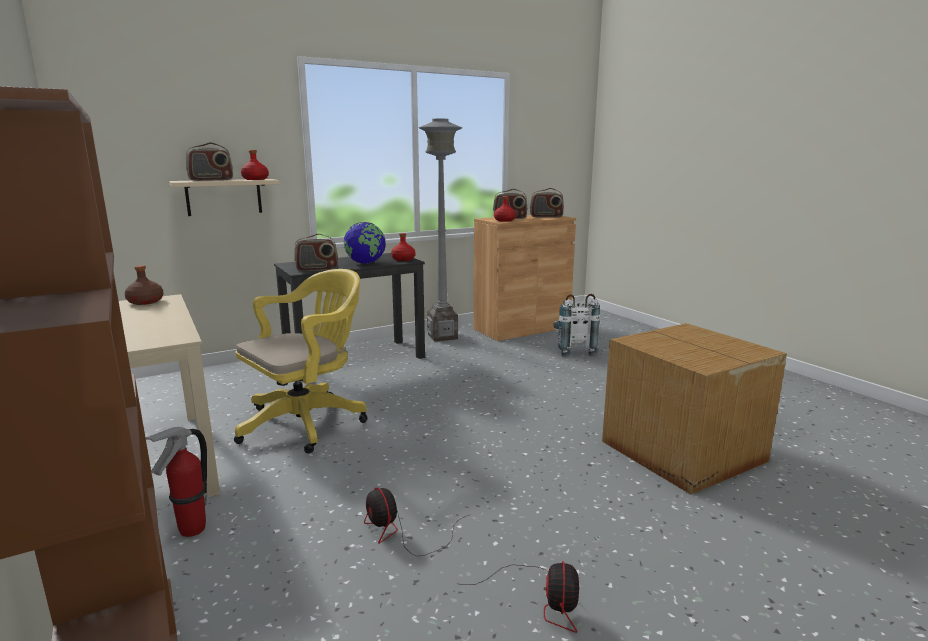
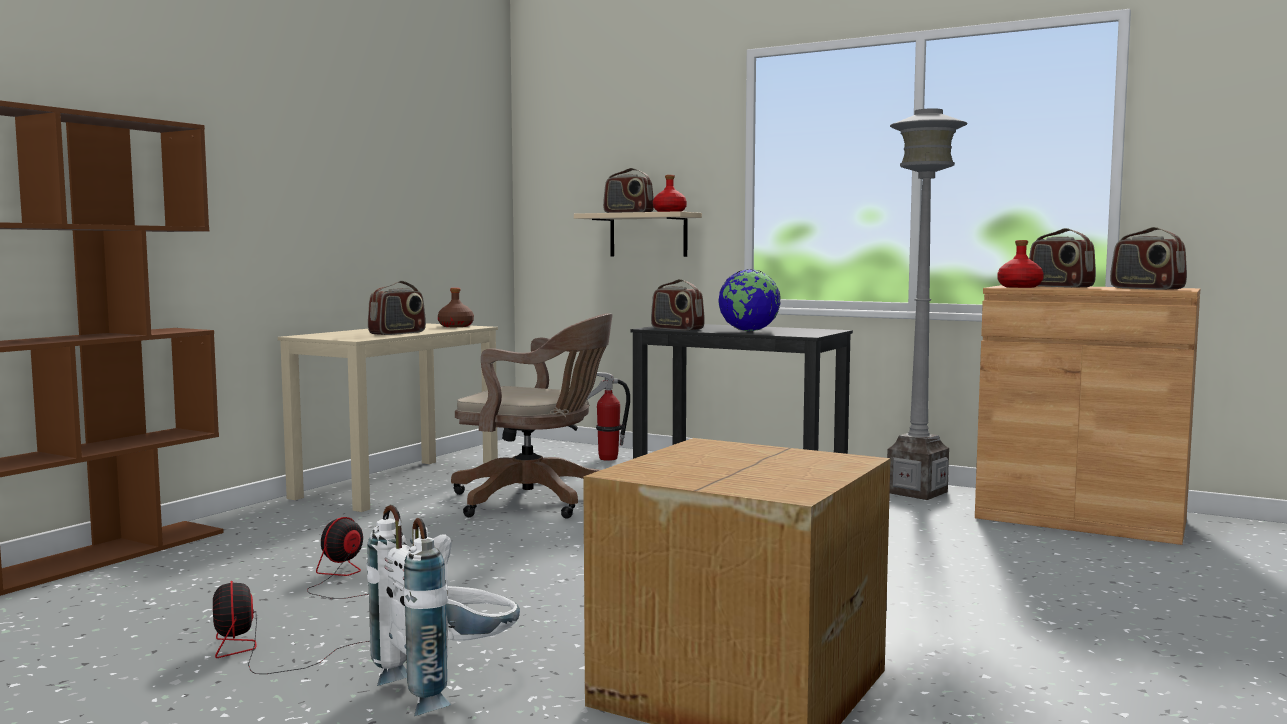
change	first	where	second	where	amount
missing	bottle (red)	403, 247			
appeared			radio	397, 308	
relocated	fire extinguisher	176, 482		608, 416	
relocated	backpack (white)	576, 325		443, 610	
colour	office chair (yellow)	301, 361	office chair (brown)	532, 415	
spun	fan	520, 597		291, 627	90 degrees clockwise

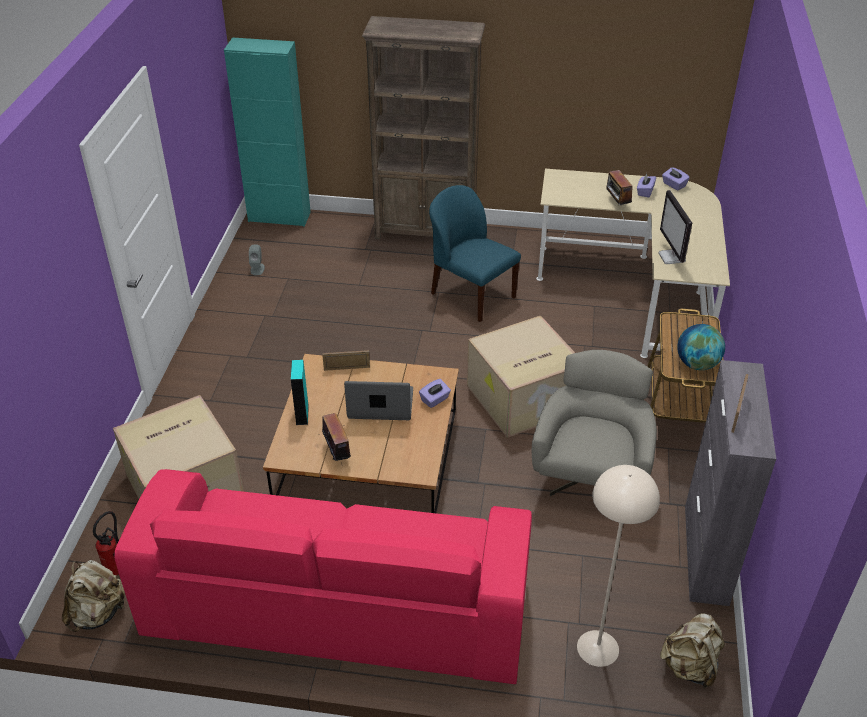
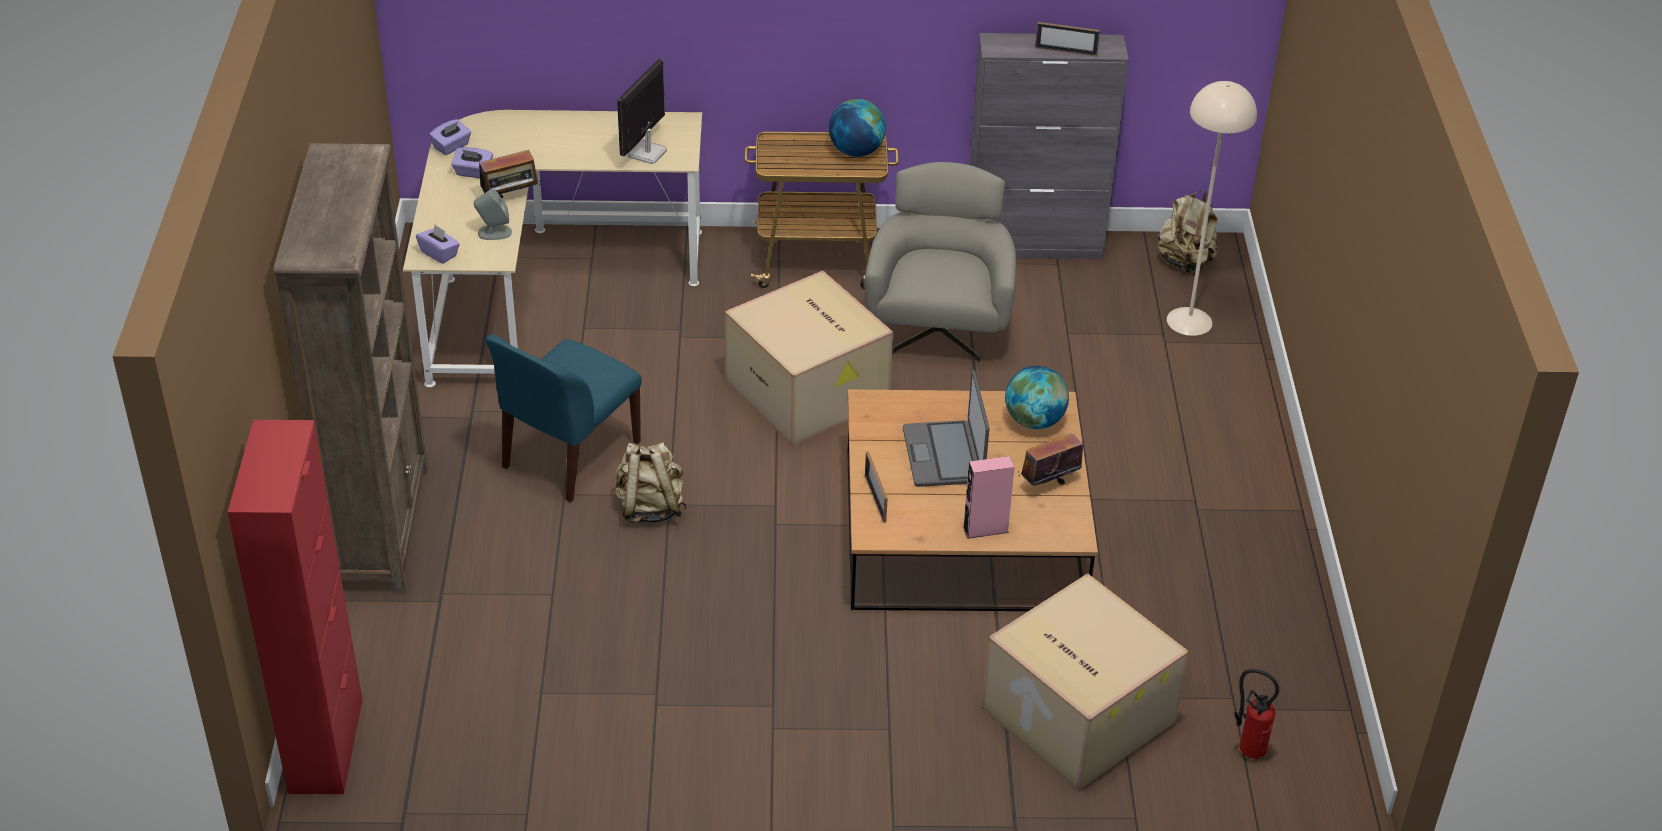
change	first	where	second	where	amount
missing	sofa (pink)	323, 576			
appeared			globe	1037, 397	
relocated	backpack (beige)	93, 596		651, 482	
relocated	speaker (grey)	257, 259		493, 214	
relocated	tissue box (purple)	435, 393		438, 244	
colour	cabinet (turquoise)	267, 132	cabinet (red)	295, 607	
colour	speaker (turquoise)	300, 392	speaker (pink)	989, 497	
spun	armchair (grey)	594, 423		941, 262	90 degrees clockwise
spun	monitor	675, 227		642, 111	135 degrees clockwise

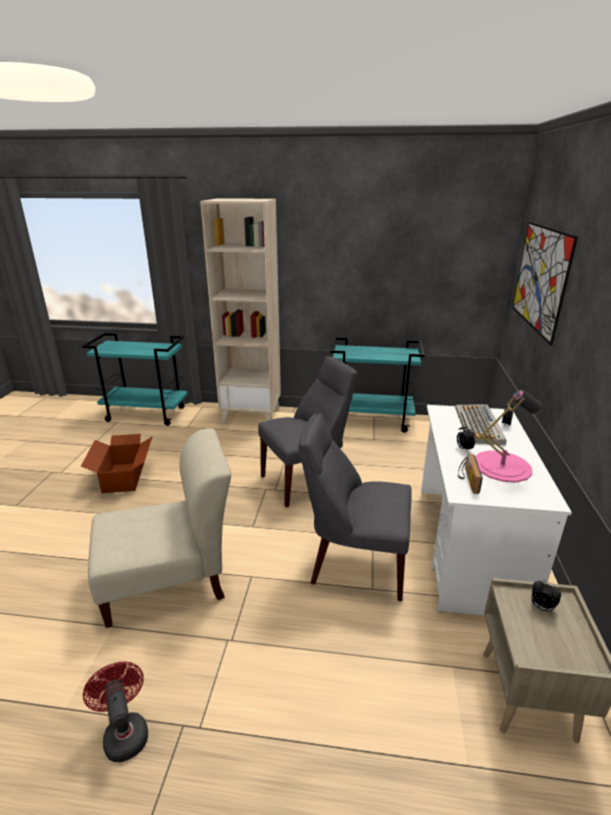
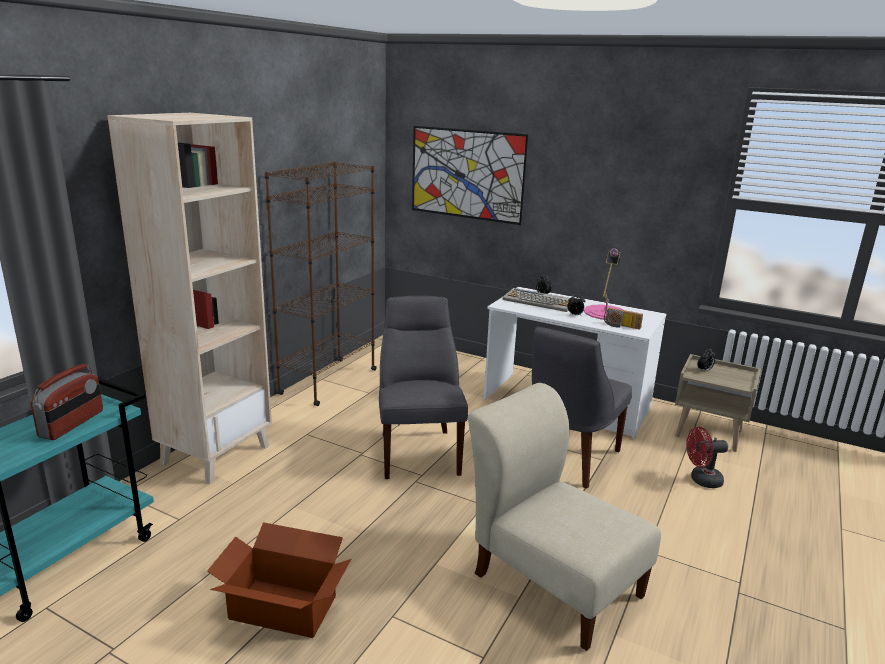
change	first	where	second	where	amount
appeared			radio	67, 402	
relocated	fan (red)	115, 712		707, 457	
exchanged	cart (turquoise)	377, 385	bookcase (brown)	321, 283	
spun	chair (beige)	159, 528		564, 517	45 degrees counterclockwise

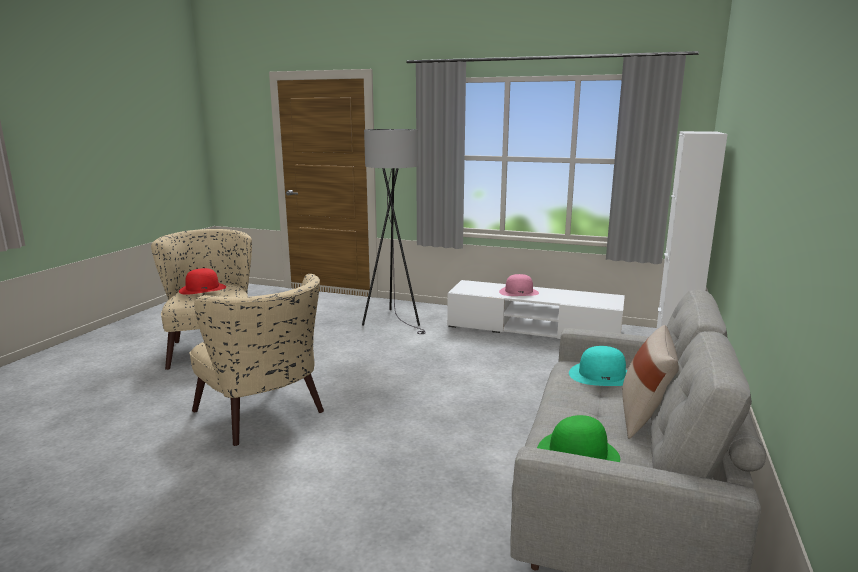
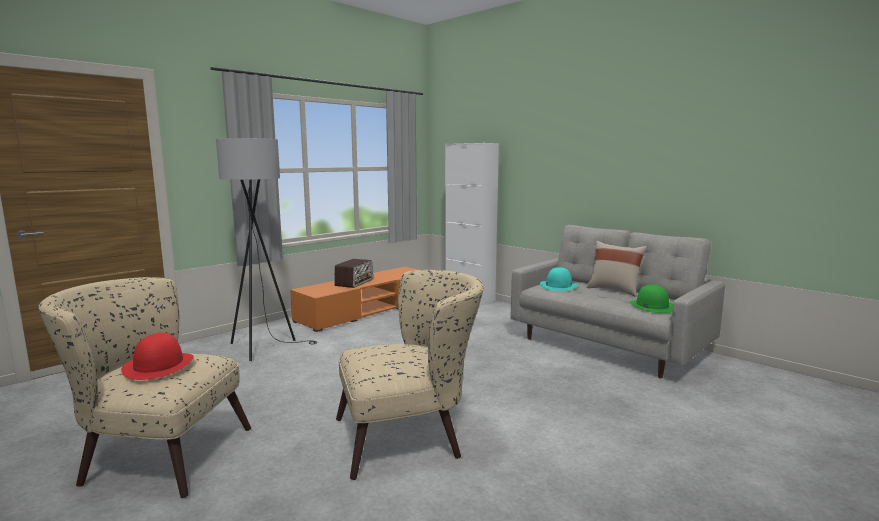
change	first	where	second	where	amount
exchanged	hat (pink)	519, 285	radio	353, 273	
colour	tv stand (white)	536, 309	tv stand (orange)	354, 299	

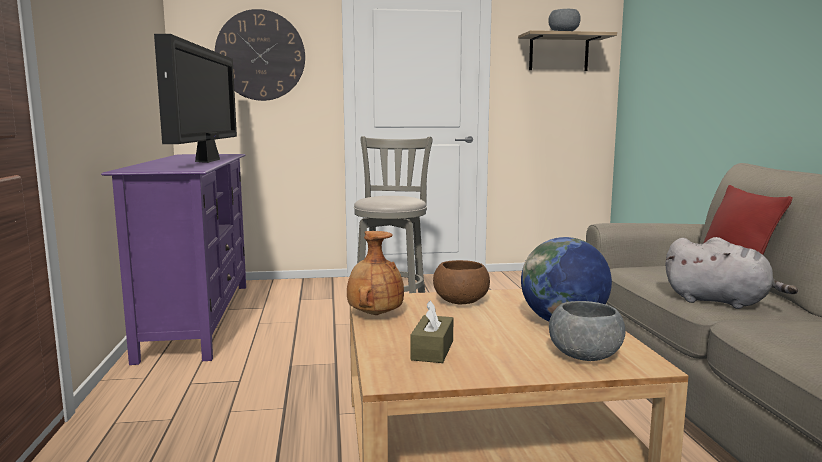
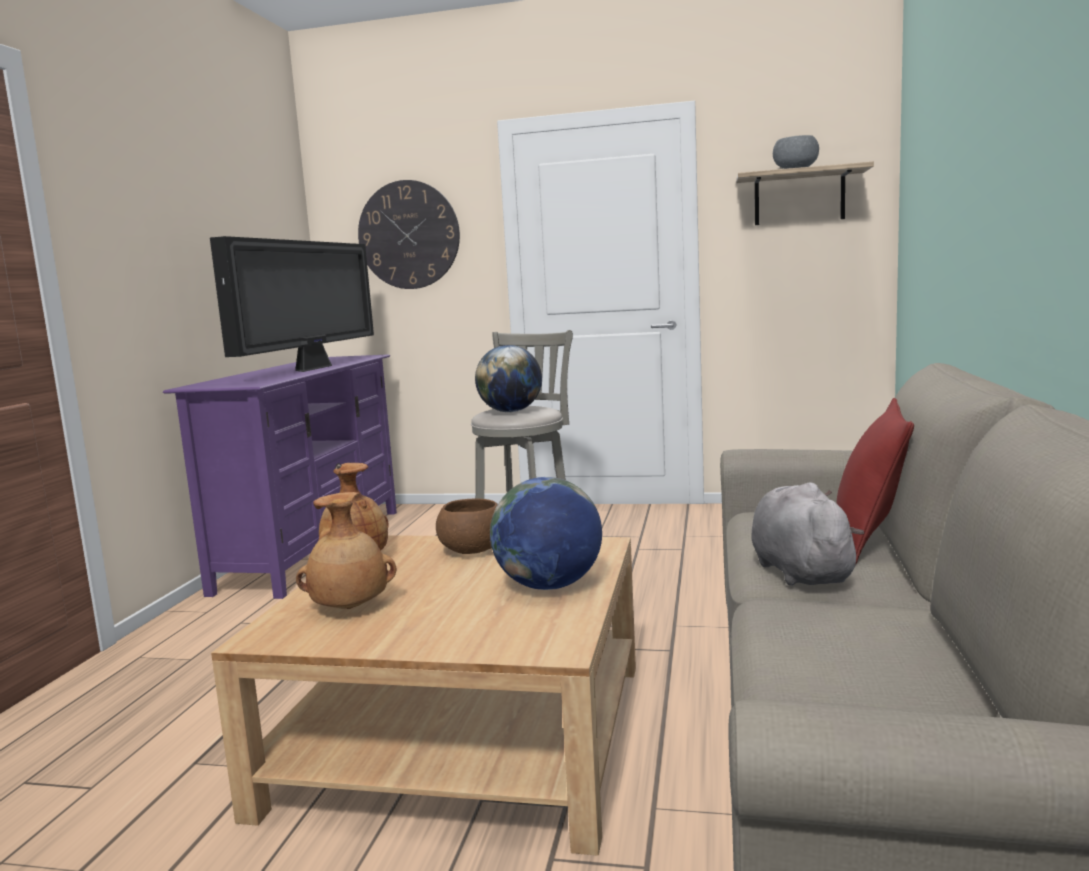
change	first	where	second	where	amount
missing	bowl (grey)	587, 331			
appeared			globe	508, 378	
exchanged	tissue box (brown)	431, 331	vase (brown)	346, 550	
spun	plush toy (grey)	731, 273		807, 534	150 degrees counterclockwise

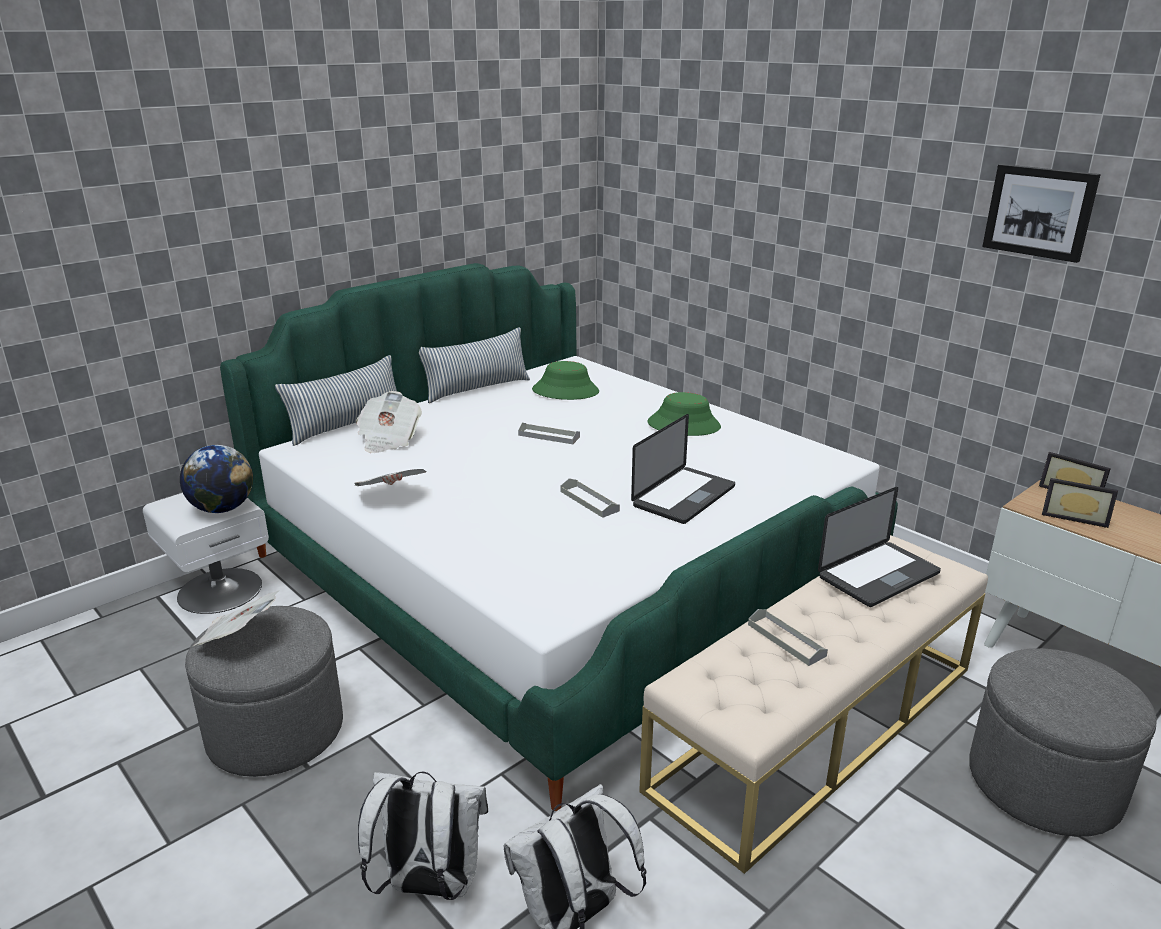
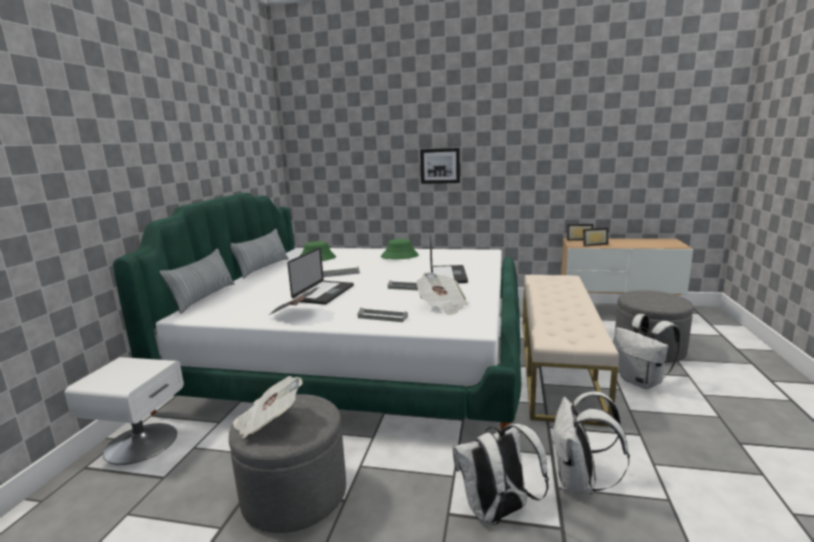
change	first	where	second	where	amount
missing	globe	216, 479			
appeared			backpack (white)	646, 351	
relocated	newspaper	389, 422		442, 293	
relocated	tray (grey)	788, 637		382, 315	
relocated	laptop	879, 547		320, 276	
relocated	picture	1041, 213		440, 166	

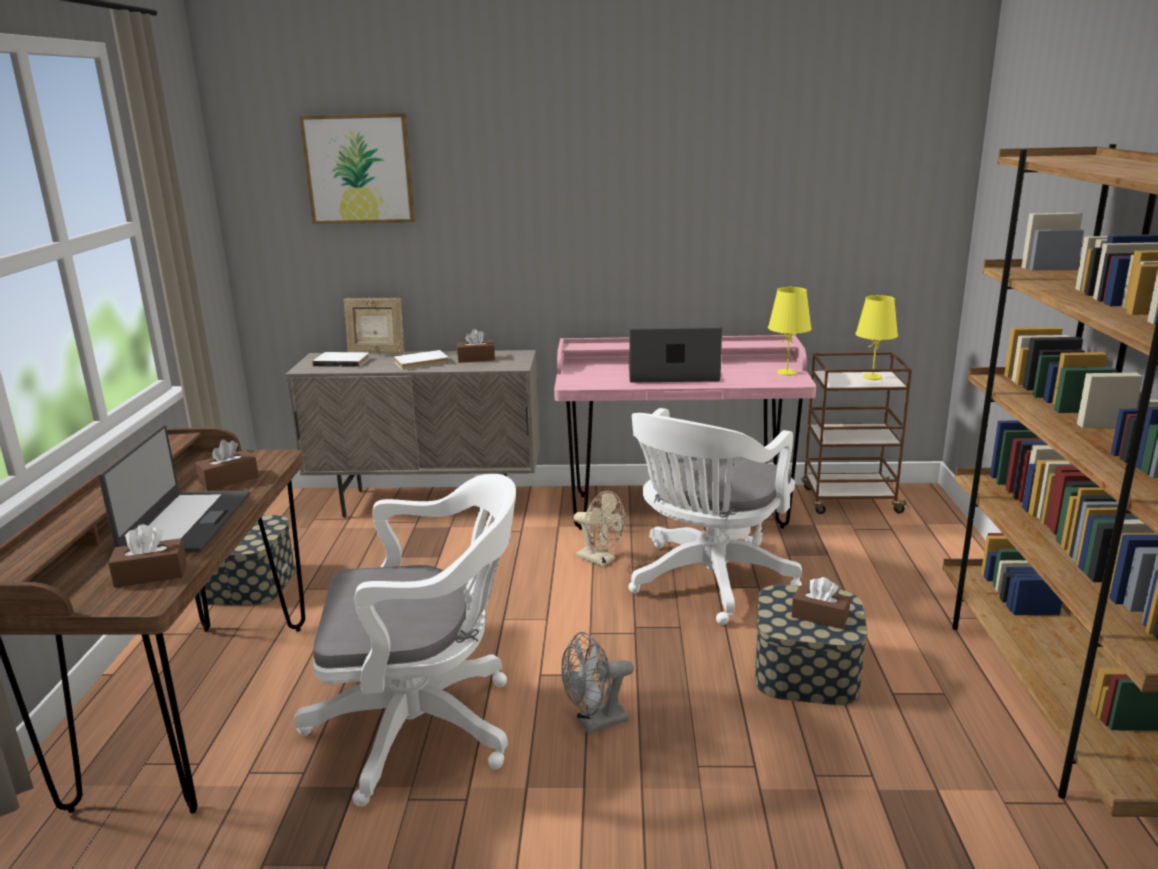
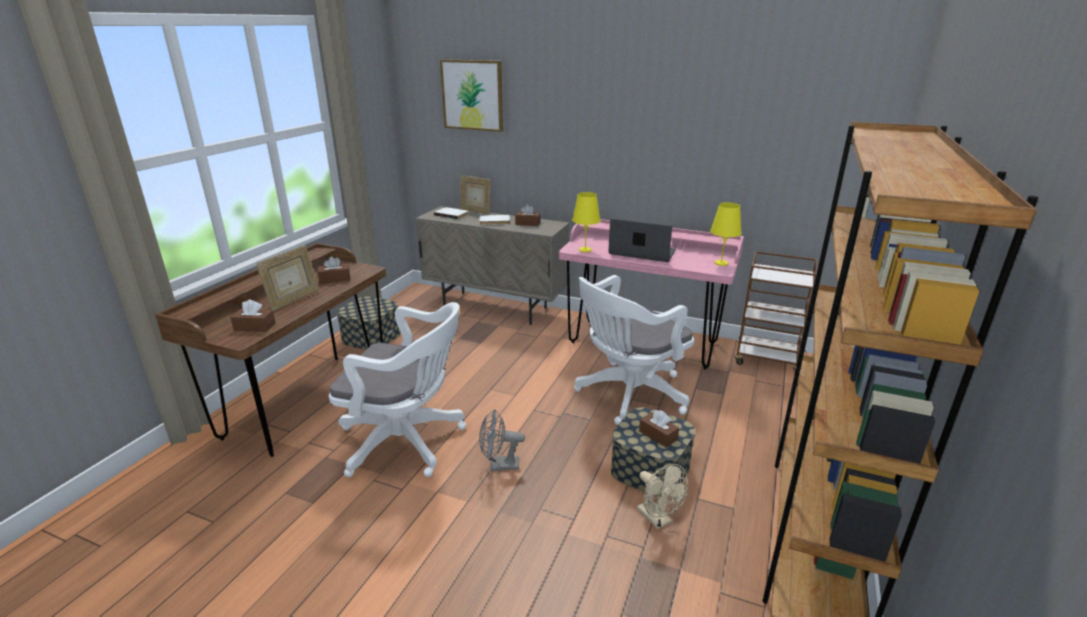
change	first	where	second	where	amount
relocated	fan (beige)	600, 529		662, 497	
relocated	table lamp (yellow)	876, 337		586, 222	
exchanged	laptop	174, 488	picture frame	287, 278	

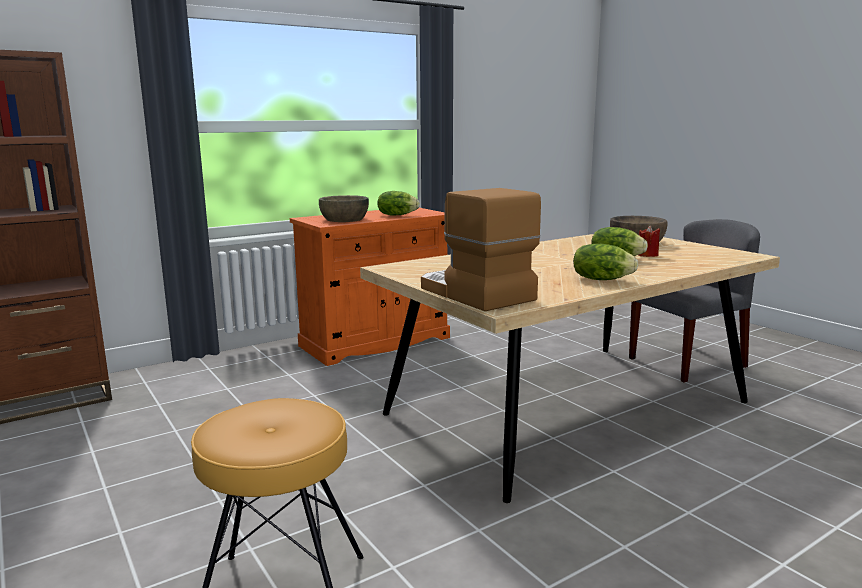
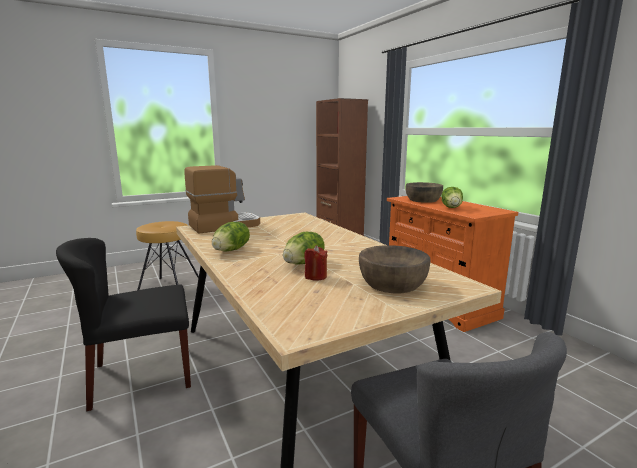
change	first	where	second	where	amount
appeared			chair (black)	123, 324	

